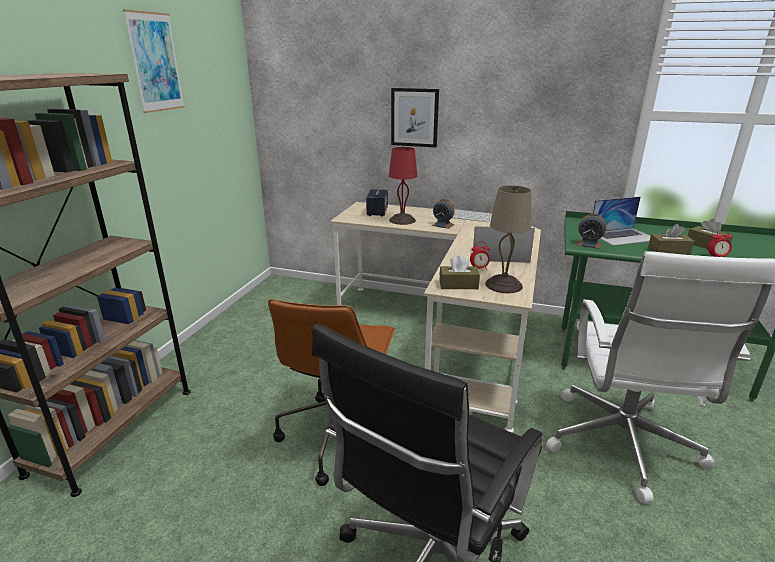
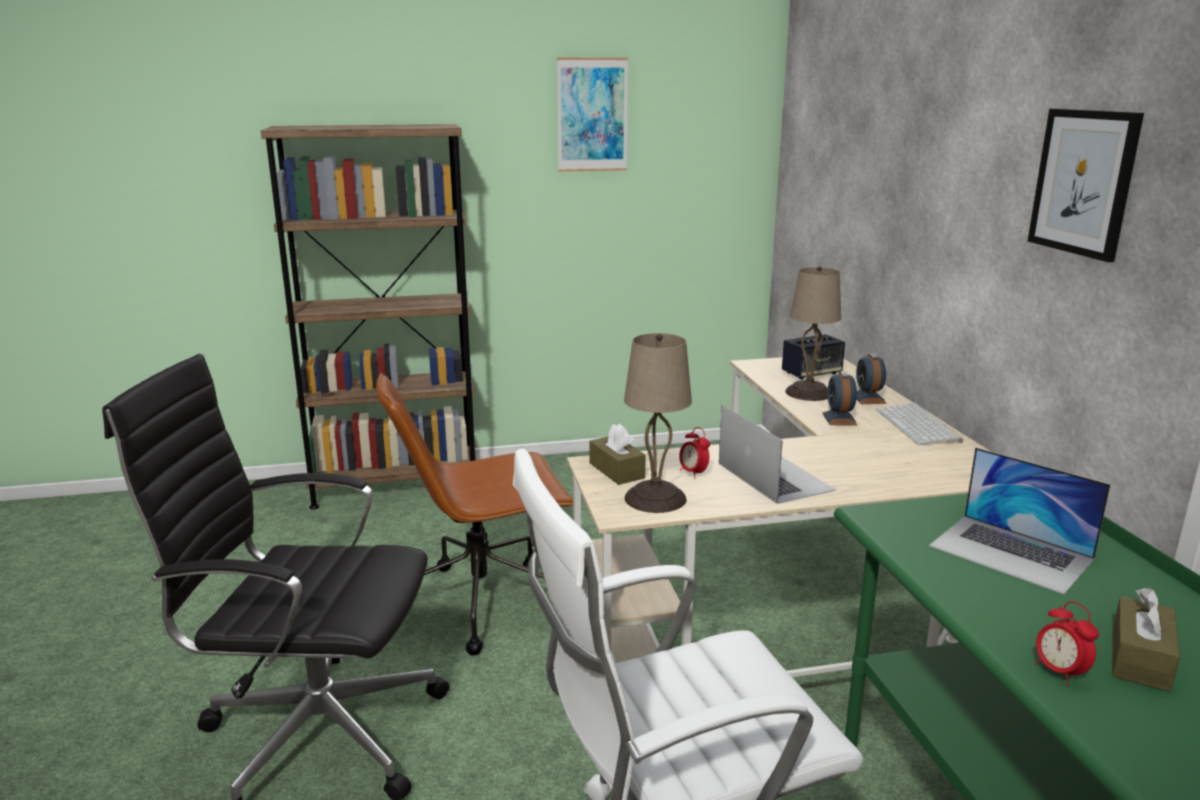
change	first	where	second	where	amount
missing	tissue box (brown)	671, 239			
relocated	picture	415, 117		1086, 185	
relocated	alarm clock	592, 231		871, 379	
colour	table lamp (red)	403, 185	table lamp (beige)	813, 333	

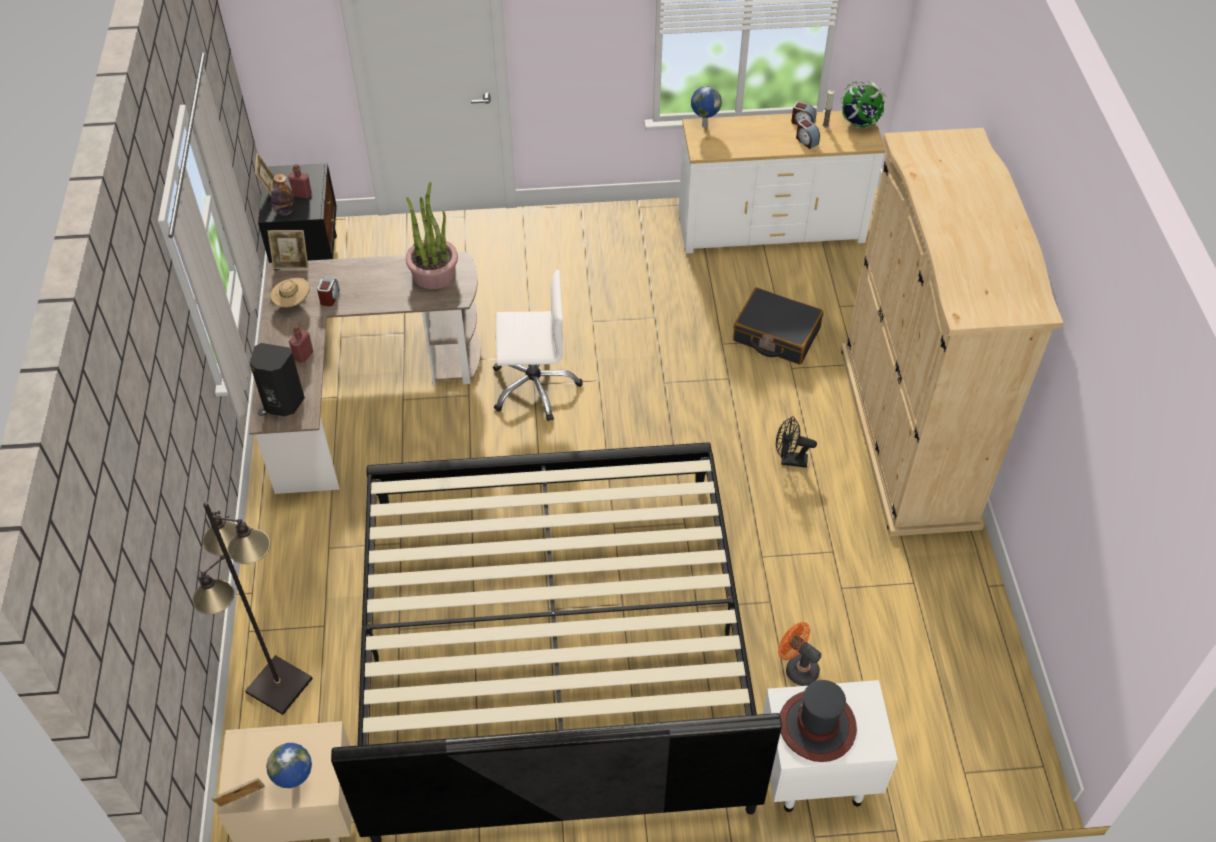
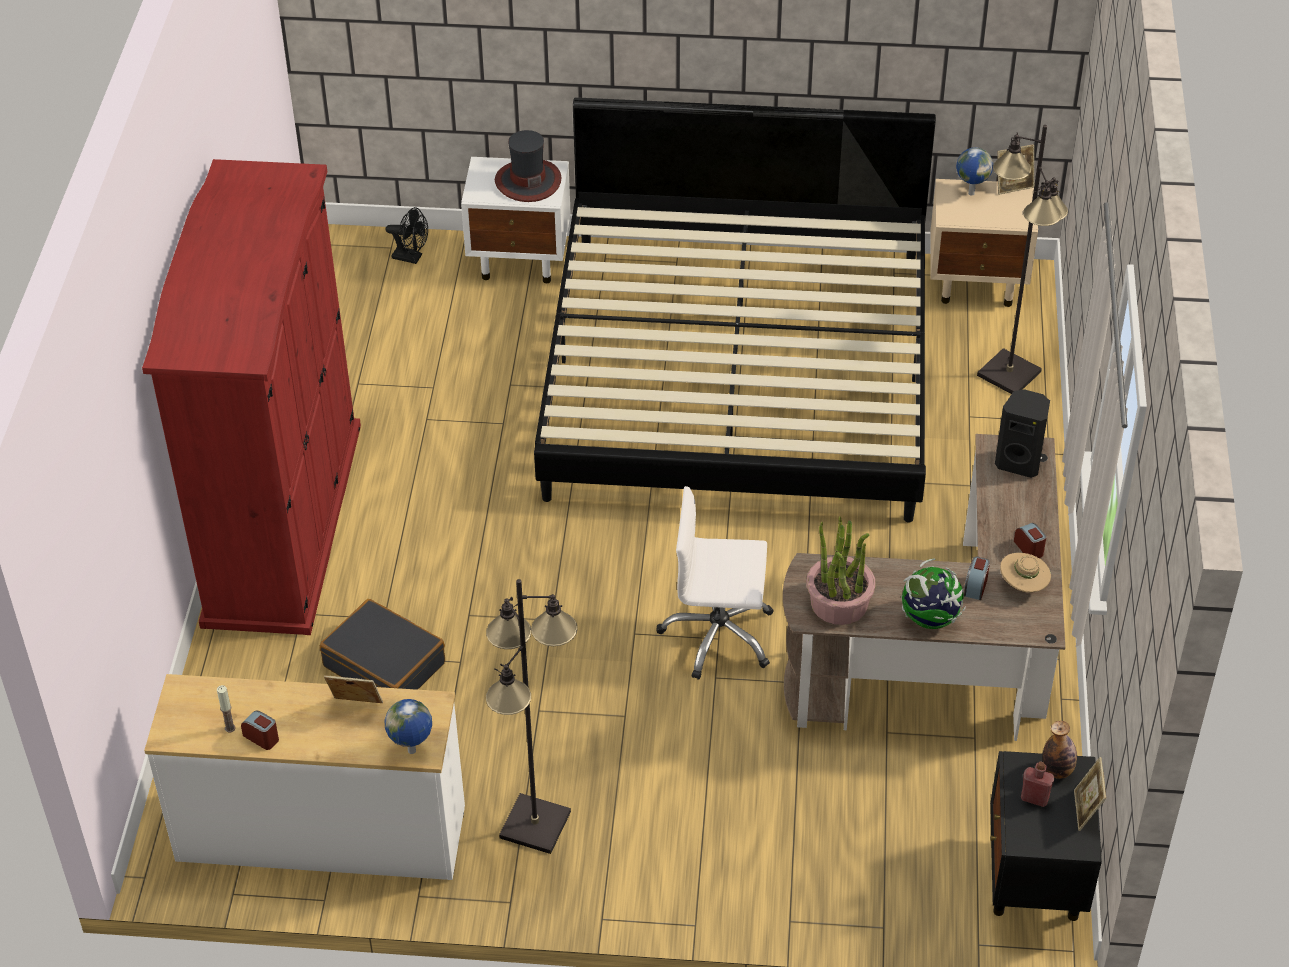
change	first	where	second	where	amount
missing	bottle (red)	301, 344			
missing	fan (orange)	799, 654			
appeared			floor lamp (black)	532, 716	
relocated	picture frame	288, 249		353, 689	
relocated	fan (black)	796, 442		407, 235	
relocated	alarm clock	808, 134		1030, 540	
relocated	globe	862, 104		933, 594	
colour	wardrobe (beige)	951, 332	wardrobe (red)	251, 397	

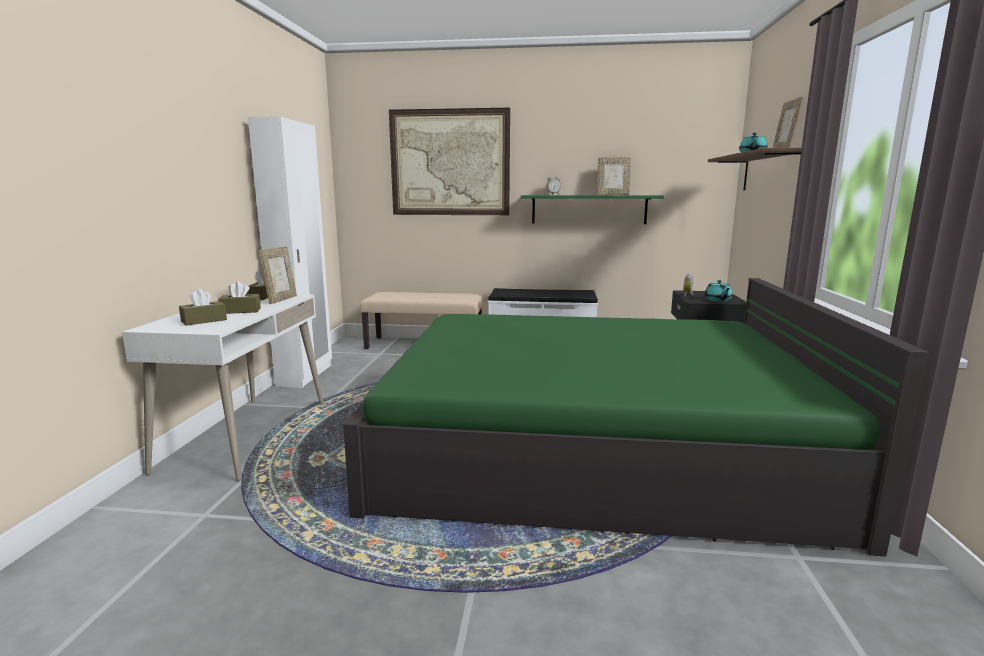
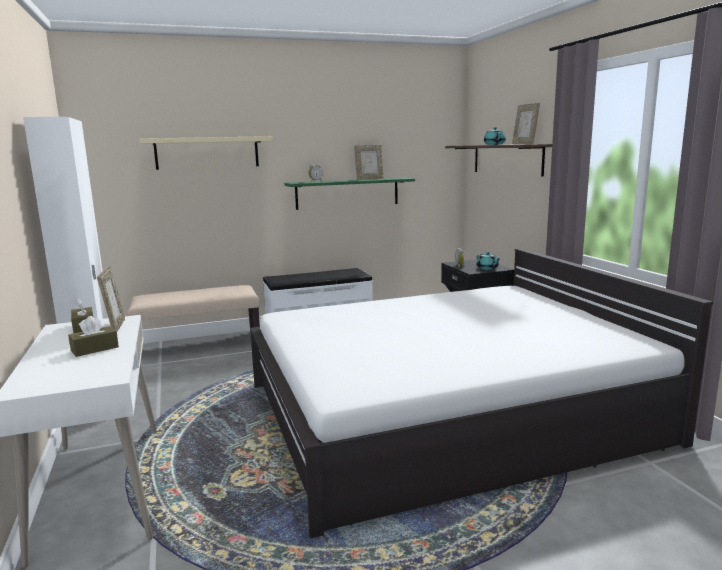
change	first	where	second	where	amount
missing	tissue box (brown)	203, 307			
exchanged	picture	449, 161	shelf (beige)	206, 153	
colour	bed (green)	636, 417	bed (white)	481, 393	

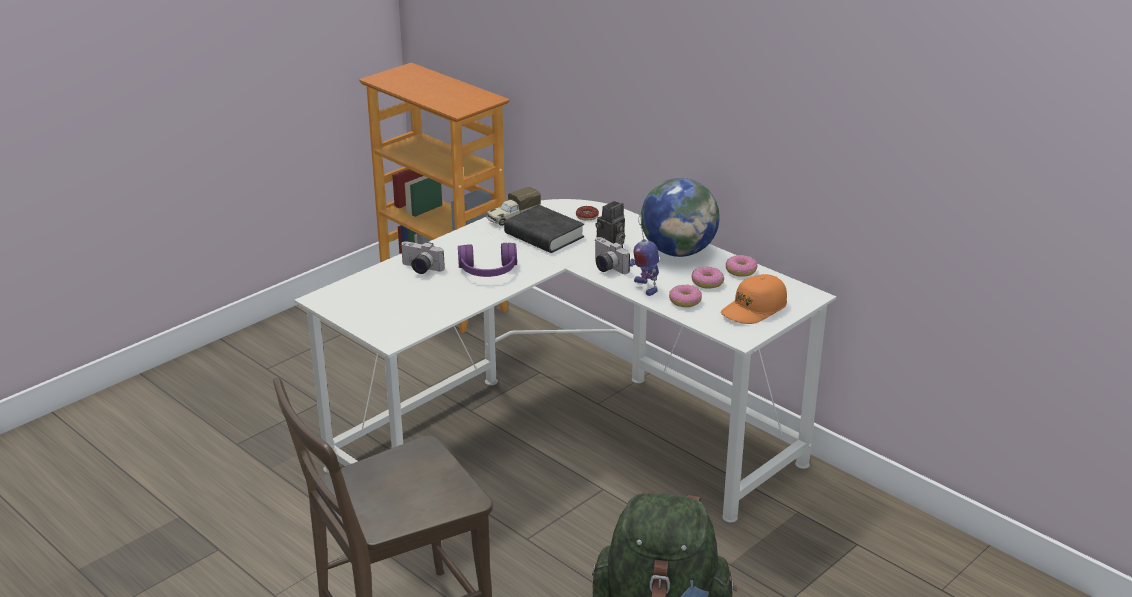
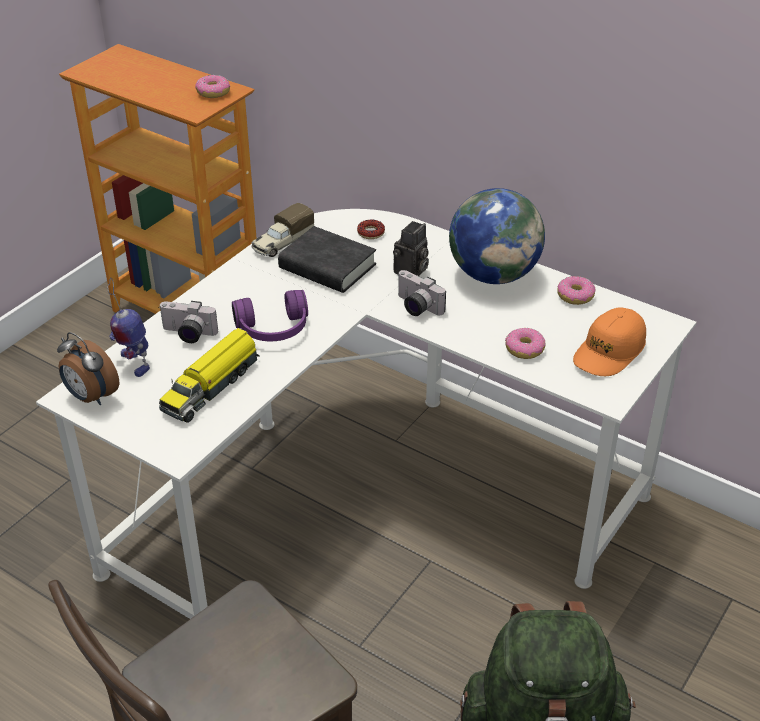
change	first	where	second	where	amount
appeared			alarm clock	88, 368	
appeared			toy truck	209, 375	
relocated	toy robot	644, 254		128, 327	
relocated	donut	707, 277		212, 86	

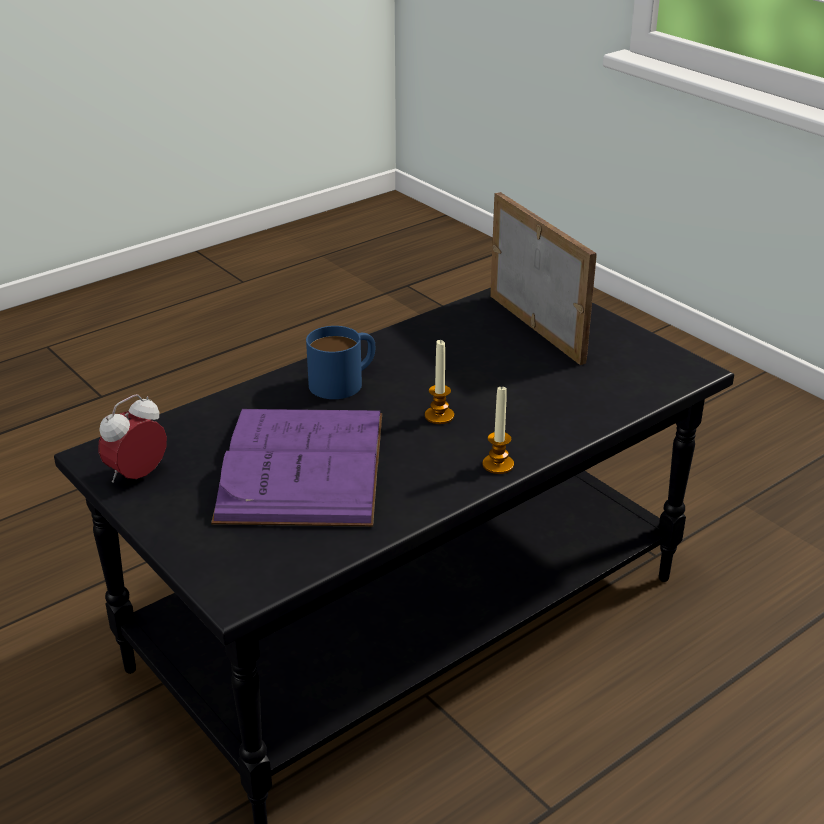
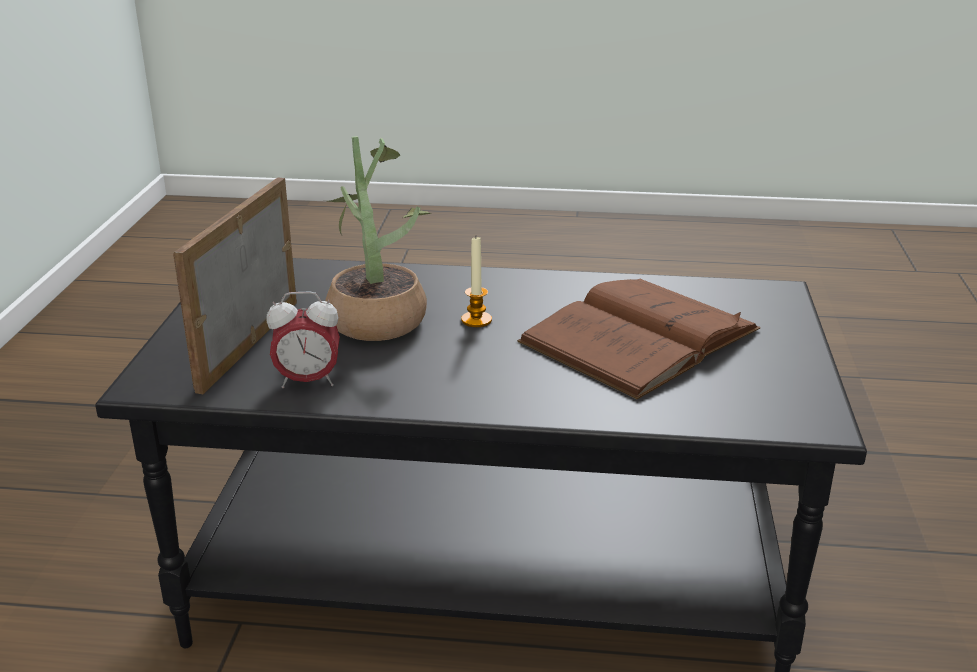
change	first	where	second	where	amount
missing	mug (blue)	340, 362			
missing	candle	498, 430			
appeared			potted plant	378, 238	
relocated	alarm clock	132, 438		303, 339	
colour	book (purple)	296, 468	book (brown)	638, 339	

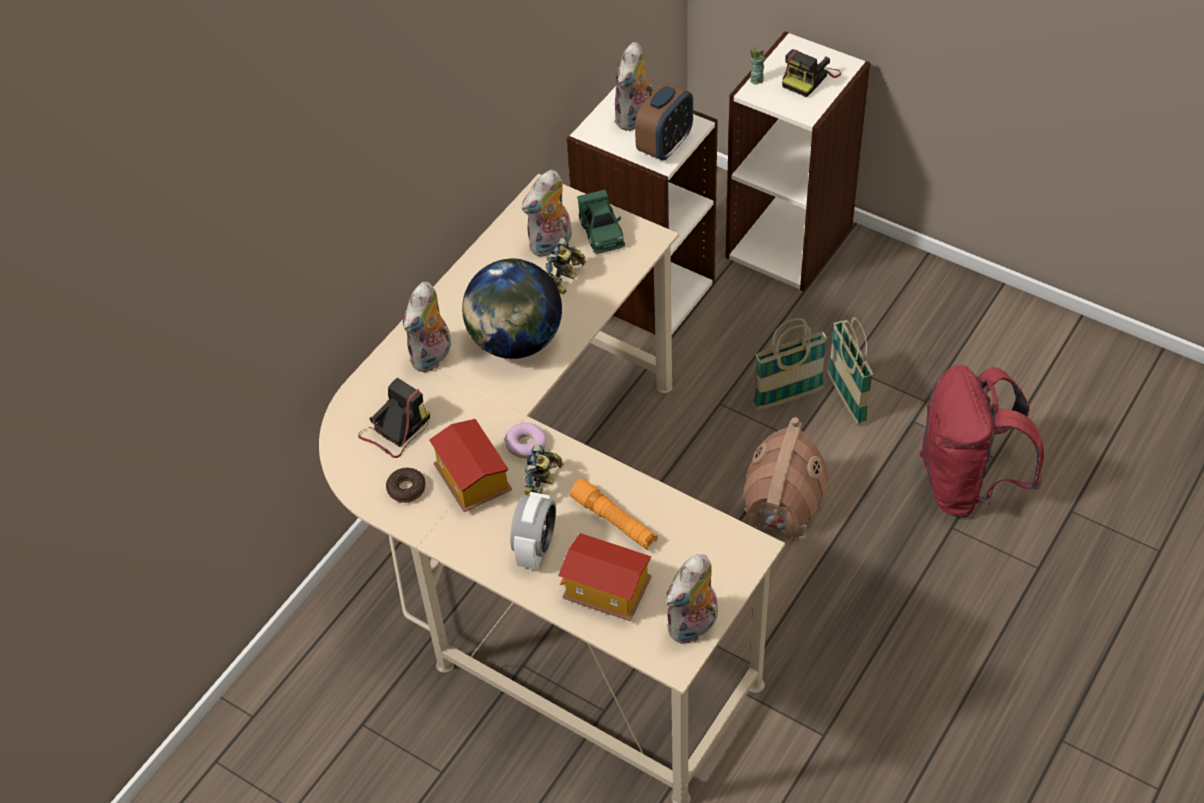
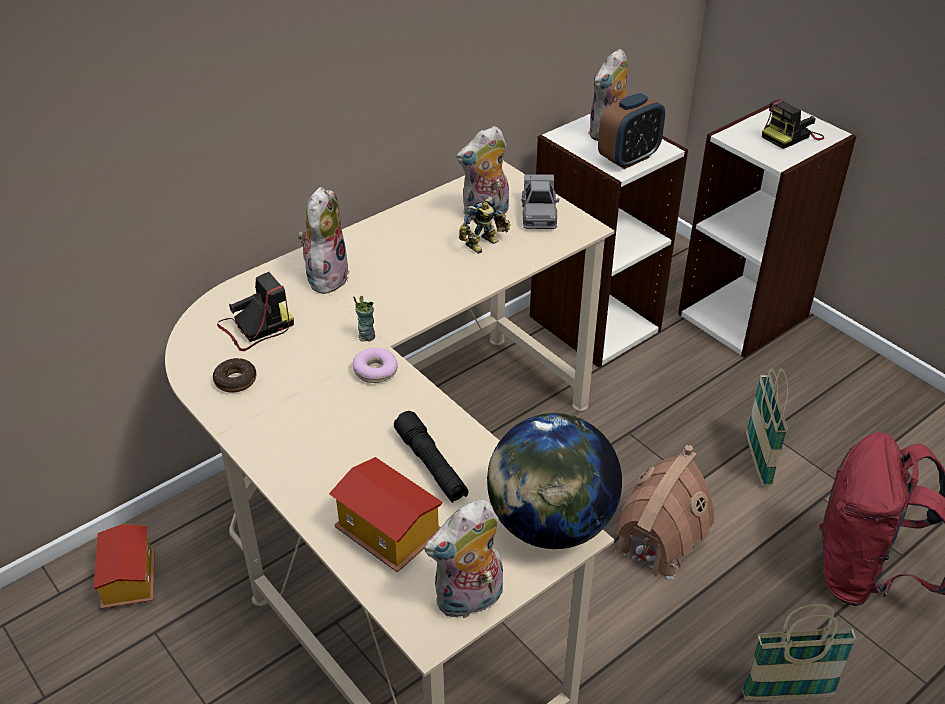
change	first	where	second	where	amount
missing	alarm clock	533, 531			
missing	toy robot	544, 469			
relocated	toy house	470, 465		124, 566	
relocated	globe	512, 308		554, 481	
relocated	cup	757, 66		364, 319	
relocated	basket	790, 364		799, 652	
colour	flashlight (orange)	614, 514	flashlight (black)	431, 457	
colour	toy car (green)	601, 222	toy car (grey)	540, 201	
spun	plush toy	427, 327		324, 240	150 degrees clockwise

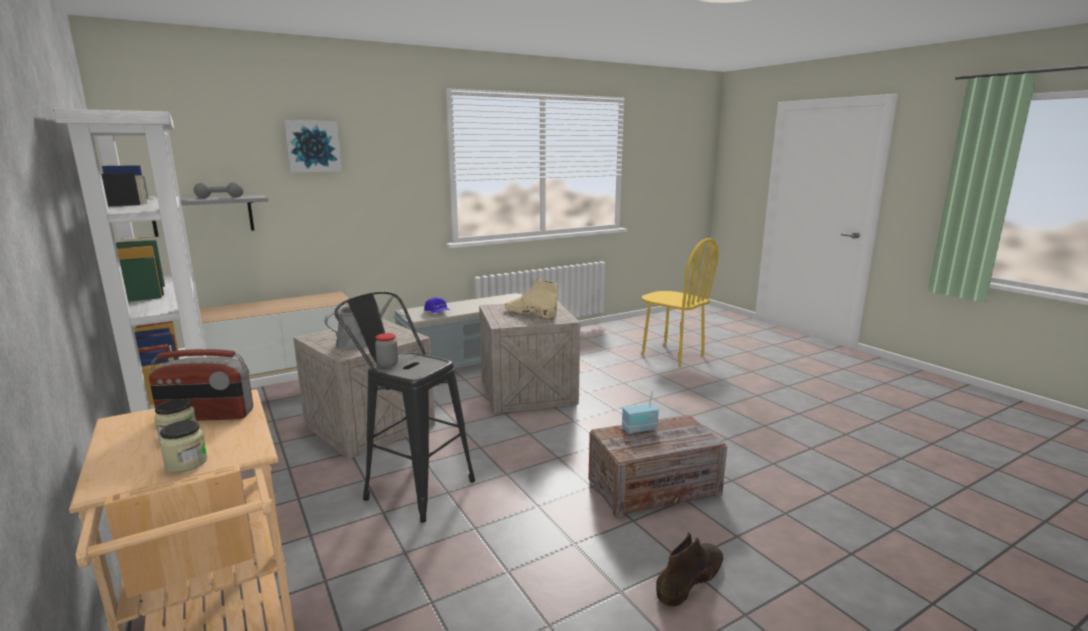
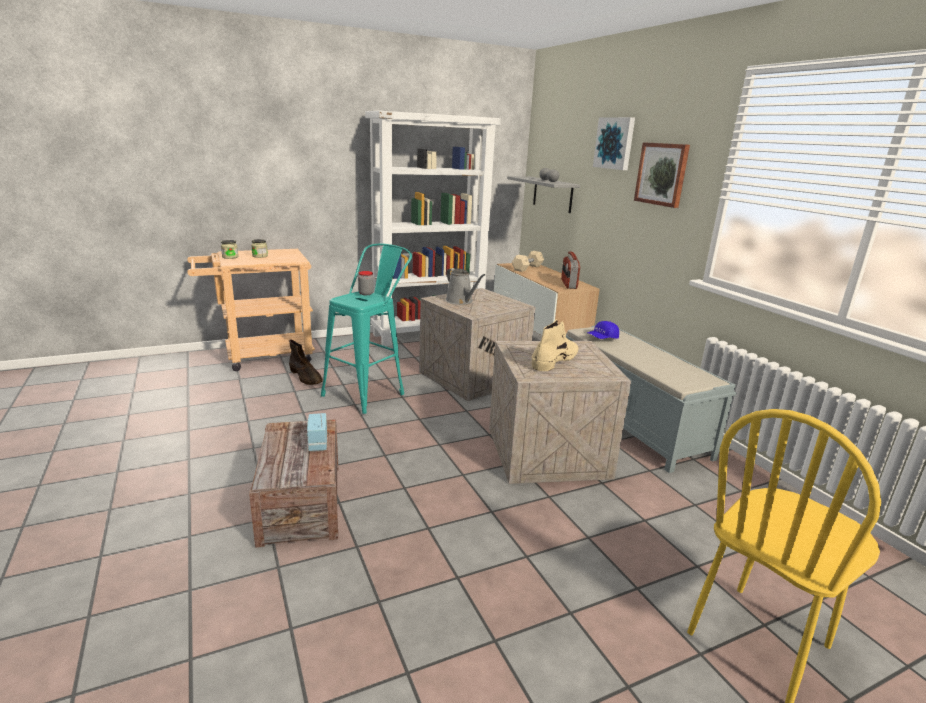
change	first	where	second	where	amount
appeared			dumbbell (beige)	528, 261	
appeared			picture	662, 175	
relocated	radio	201, 385		570, 270	
relocated	boot (brown)	689, 569		306, 362	
colour	stool (black)	405, 407	stool (turquoise)	366, 329	

